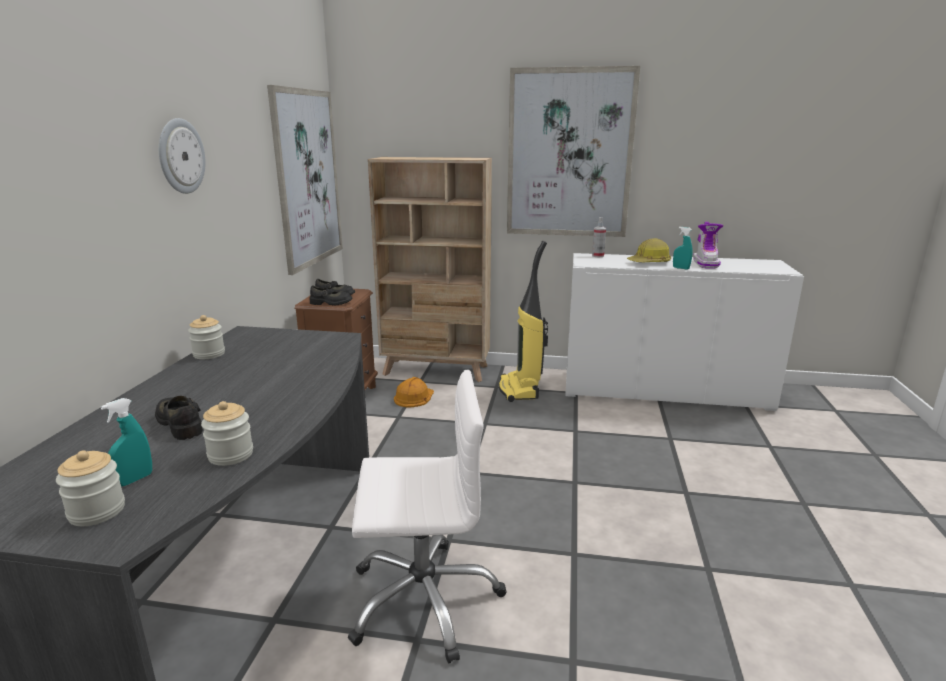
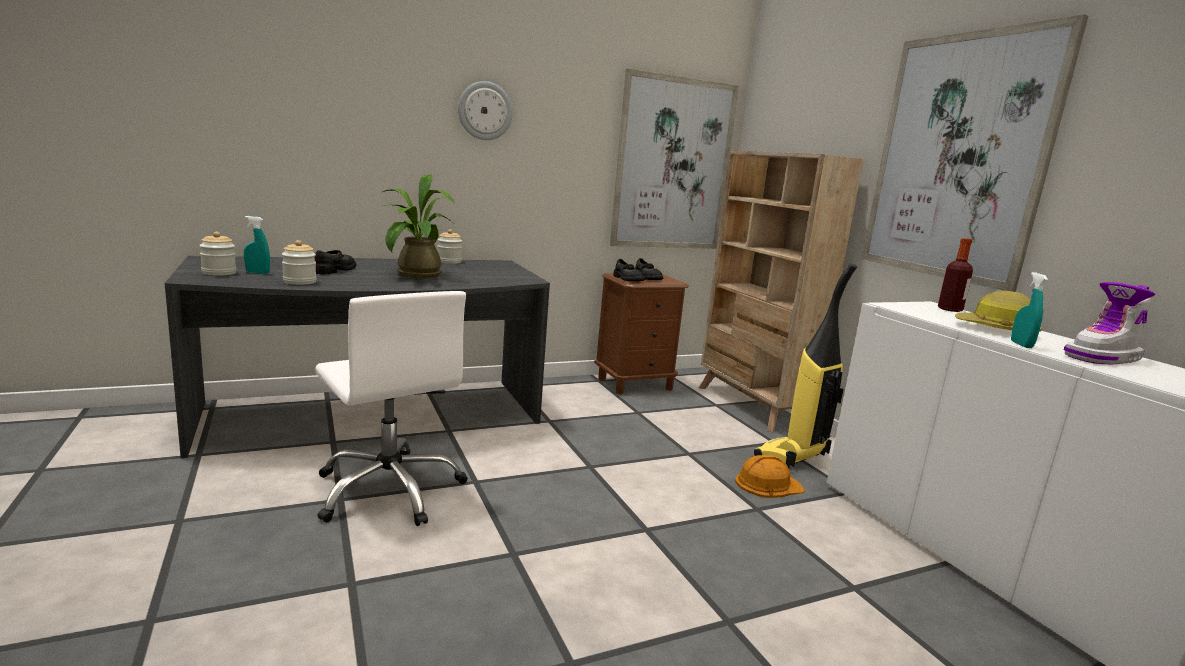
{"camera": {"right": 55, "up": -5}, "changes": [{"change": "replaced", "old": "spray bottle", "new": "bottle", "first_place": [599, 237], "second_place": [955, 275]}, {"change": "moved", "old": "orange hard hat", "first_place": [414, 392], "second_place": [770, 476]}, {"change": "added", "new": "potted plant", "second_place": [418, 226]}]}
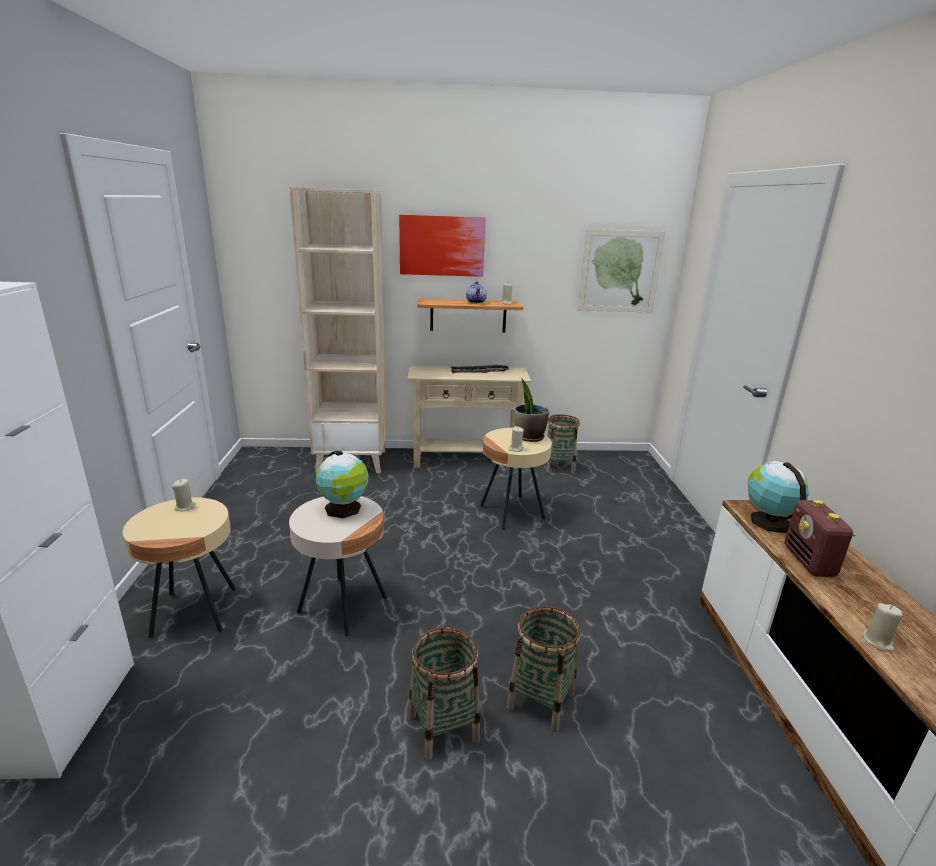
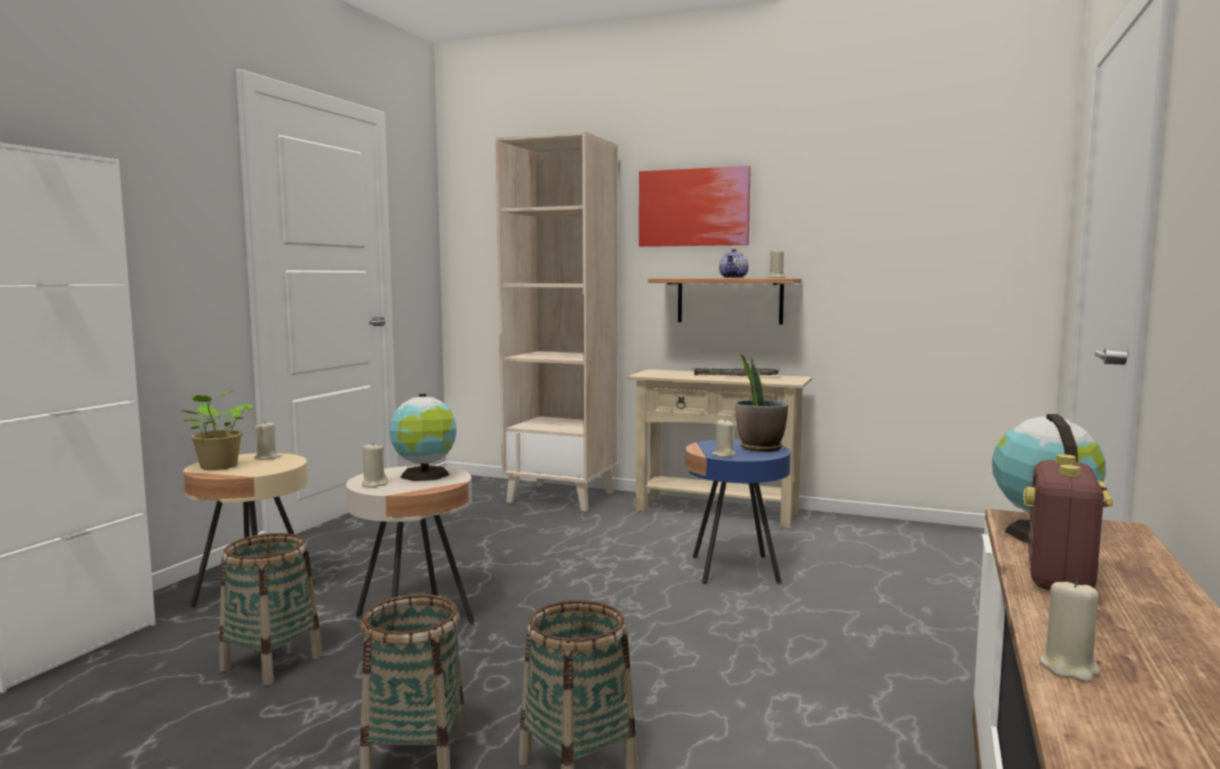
{"camera": {"right": 25, "up": -15}, "changes": [{"change": "removed", "old": "picture", "first_place": [621, 271]}, {"change": "moved", "old": "basket", "first_place": [563, 444], "second_place": [271, 609]}, {"change": "recoloured", "old": "beige side table", "new": "blue side table", "first_place": [516, 478], "second_place": [738, 511]}, {"change": "added", "new": "potted plant", "second_place": [217, 430]}, {"change": "added", "new": "beige candle", "second_place": [375, 465]}]}
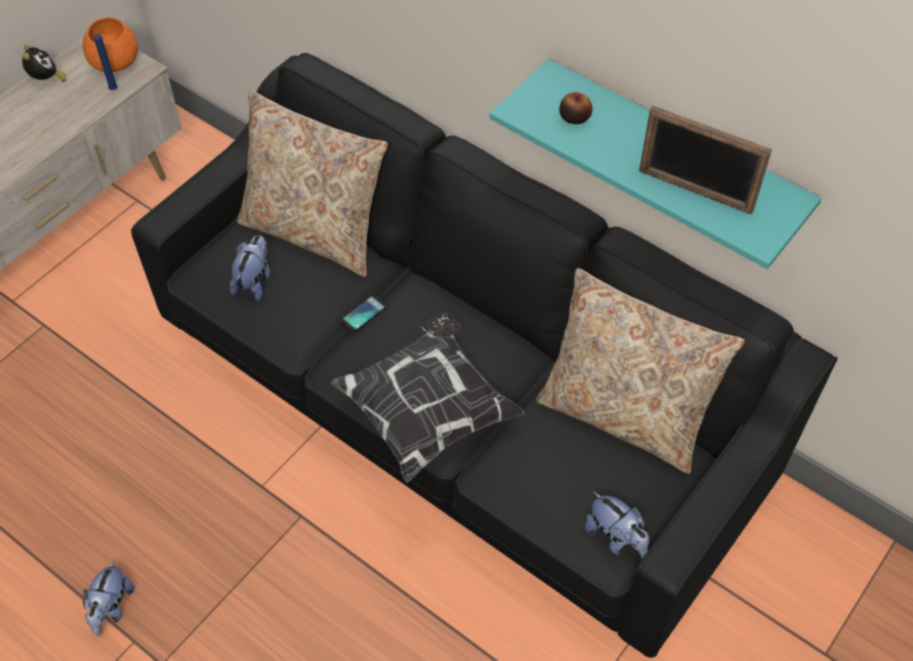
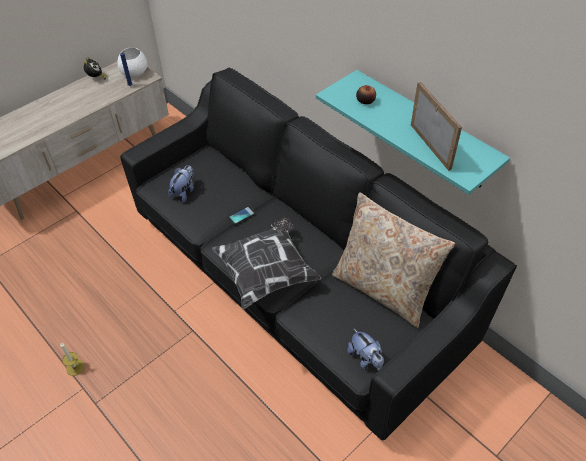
{"camera": {"right": 10, "up": -5}, "changes": [{"change": "recoloured", "old": "orange bowl", "new": "white bowl", "first_place": [110, 44], "second_place": [132, 62]}, {"change": "removed", "old": "beige pillow", "first_place": [312, 183]}, {"change": "turned", "old": "picture frame", "first_place": [705, 159], "second_place": [436, 126], "degrees": -150}, {"change": "replaced", "old": "plush toy", "new": "candle", "first_place": [108, 598], "second_place": [72, 359]}]}
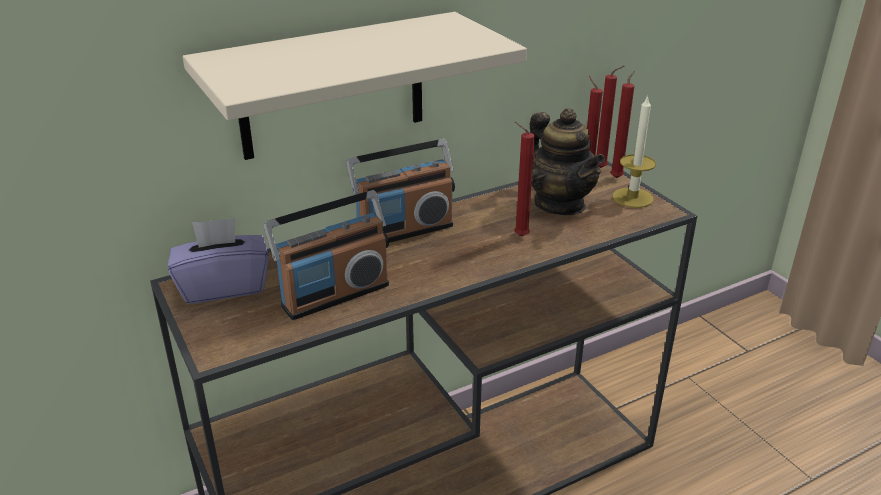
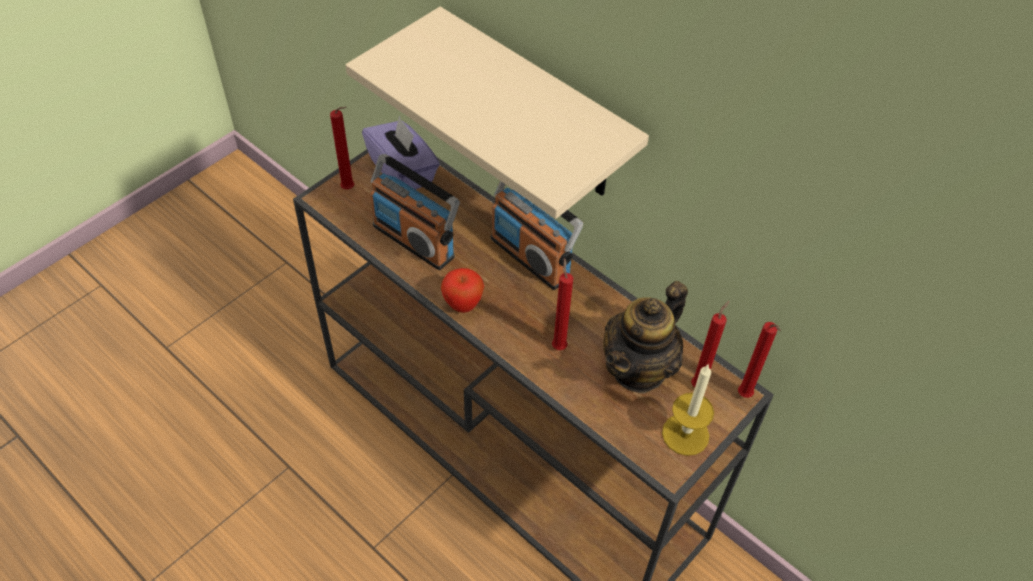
{"camera": {"right": 70, "up": 20}, "changes": [{"change": "moved", "old": "red candle", "first_place": [622, 124], "second_place": [342, 148]}, {"change": "added", "new": "apple", "second_place": [462, 290]}]}
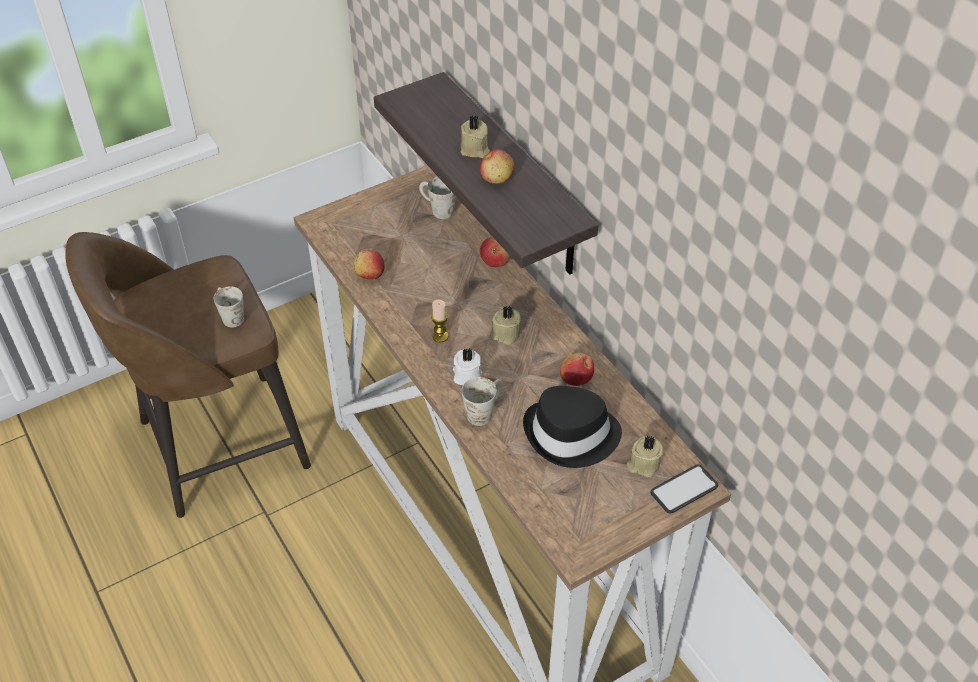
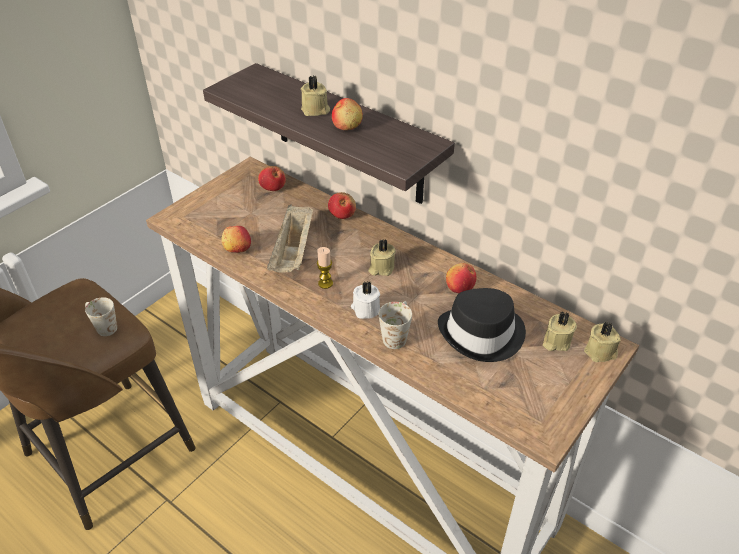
{"camera": {"right": -20, "up": -5}, "changes": [{"change": "replaced", "old": "white mug", "new": "apple", "first_place": [437, 198], "second_place": [272, 178]}, {"change": "replaced", "old": "phone", "new": "beige candle", "first_place": [684, 488], "second_place": [602, 341]}, {"change": "added", "new": "beige tray", "second_place": [290, 238]}]}
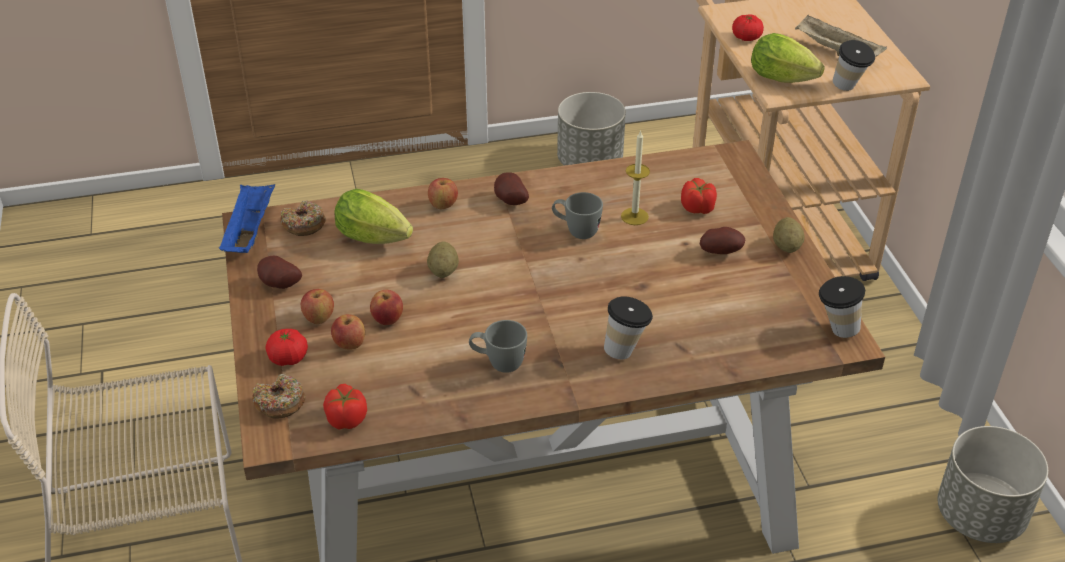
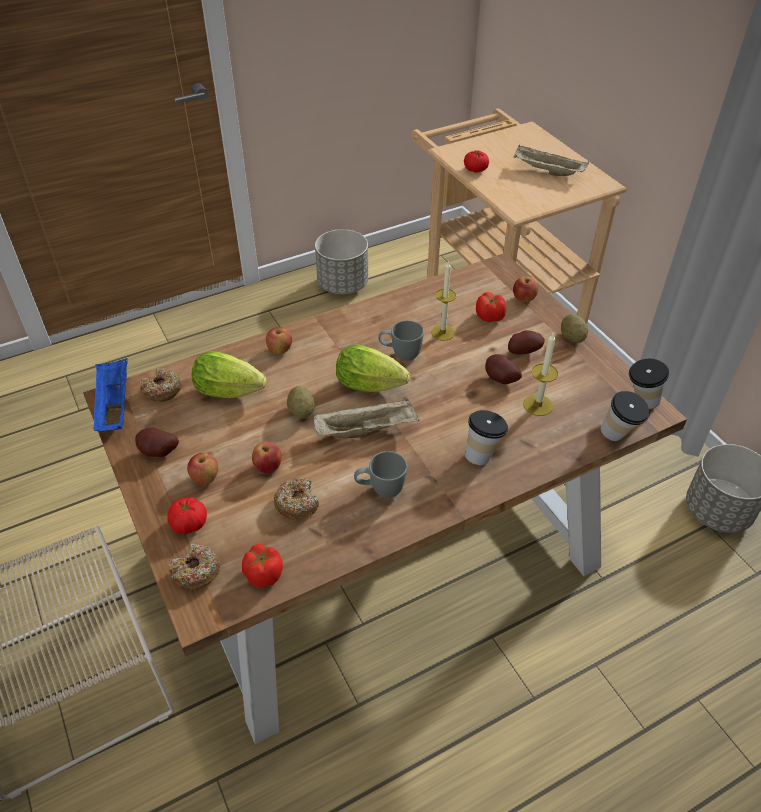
{"camera": {"right": -15, "up": 5}, "changes": [{"change": "moved", "old": "lettuce", "first_place": [788, 58], "second_place": [373, 368]}, {"change": "moved", "old": "cup", "first_place": [854, 65], "second_place": [625, 416]}, {"change": "moved", "old": "potato", "first_place": [511, 188], "second_place": [503, 369]}, {"change": "moved", "old": "apple", "first_place": [348, 332], "second_place": [525, 289]}, {"change": "added", "new": "candle", "second_place": [540, 374]}, {"change": "added", "new": "beige tray", "second_place": [366, 417]}, {"change": "added", "new": "donut", "second_place": [296, 499]}]}
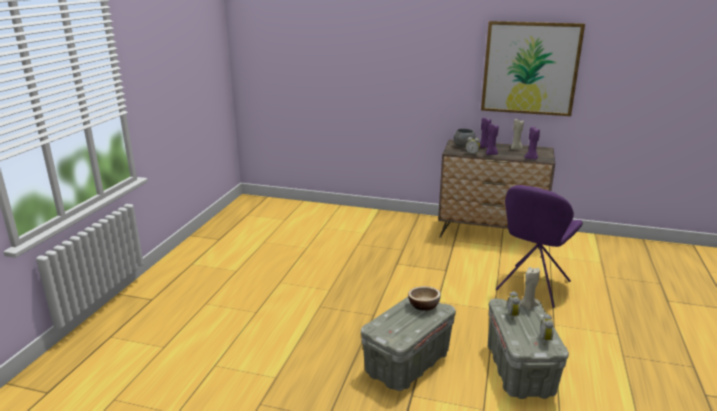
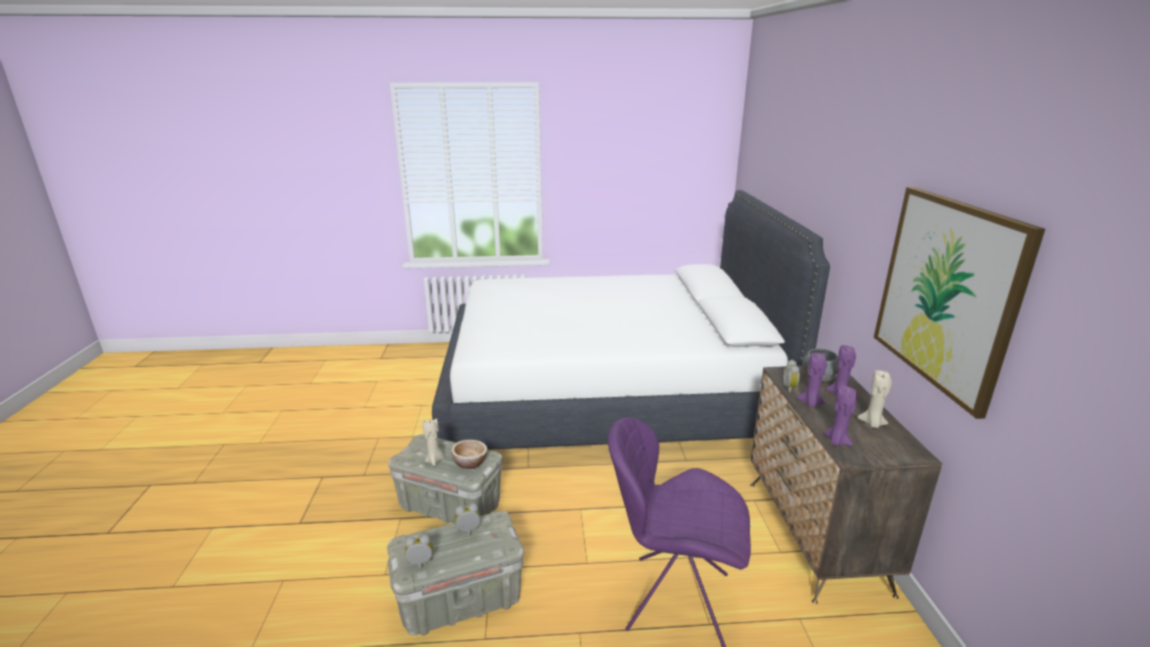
{"camera": {"right": 70, "up": 0}, "changes": [{"change": "moved", "old": "beige candle", "first_place": [530, 288], "second_place": [433, 442]}, {"change": "added", "new": "white bed", "second_place": [631, 320]}]}
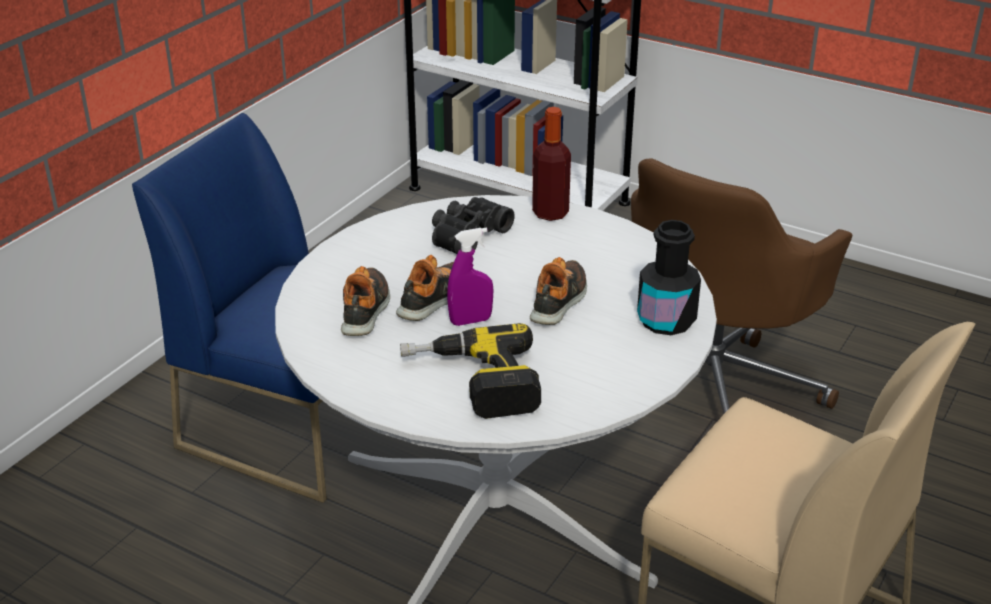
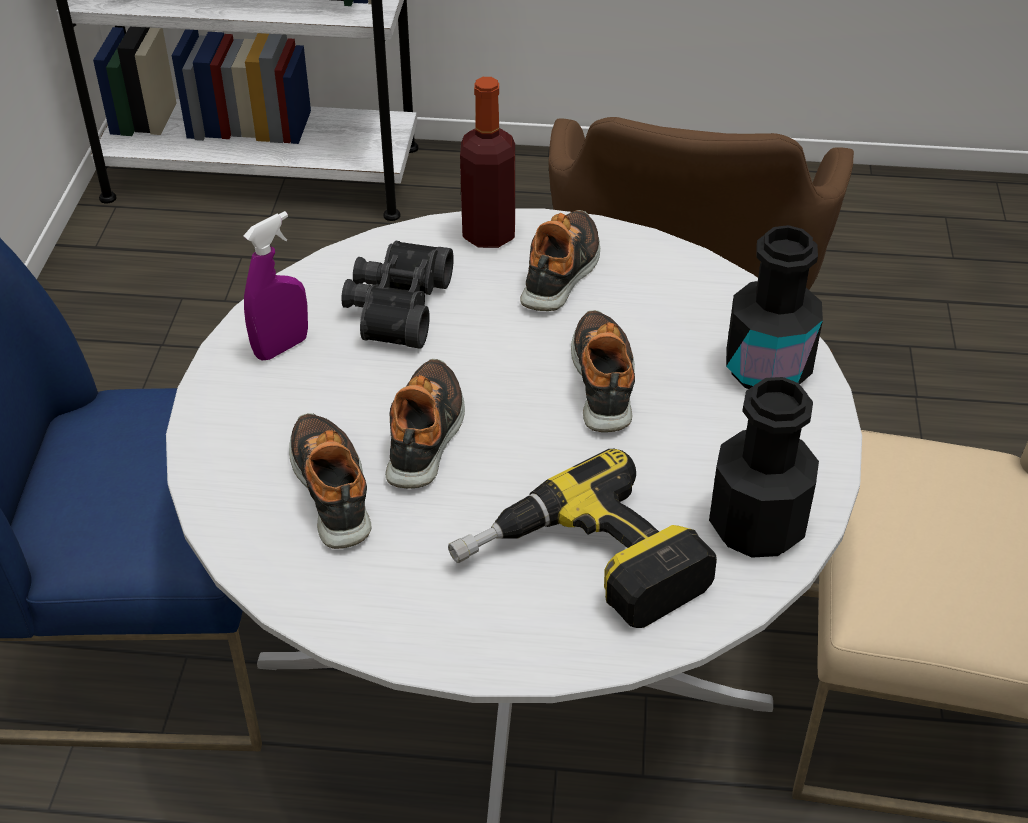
{"camera": {"right": -25, "up": 10}, "changes": [{"change": "moved", "old": "purple spray bottle", "first_place": [470, 277], "second_place": [275, 286]}, {"change": "added", "new": "shoe", "second_place": [560, 260]}, {"change": "added", "new": "black bottle", "second_place": [764, 467]}]}
